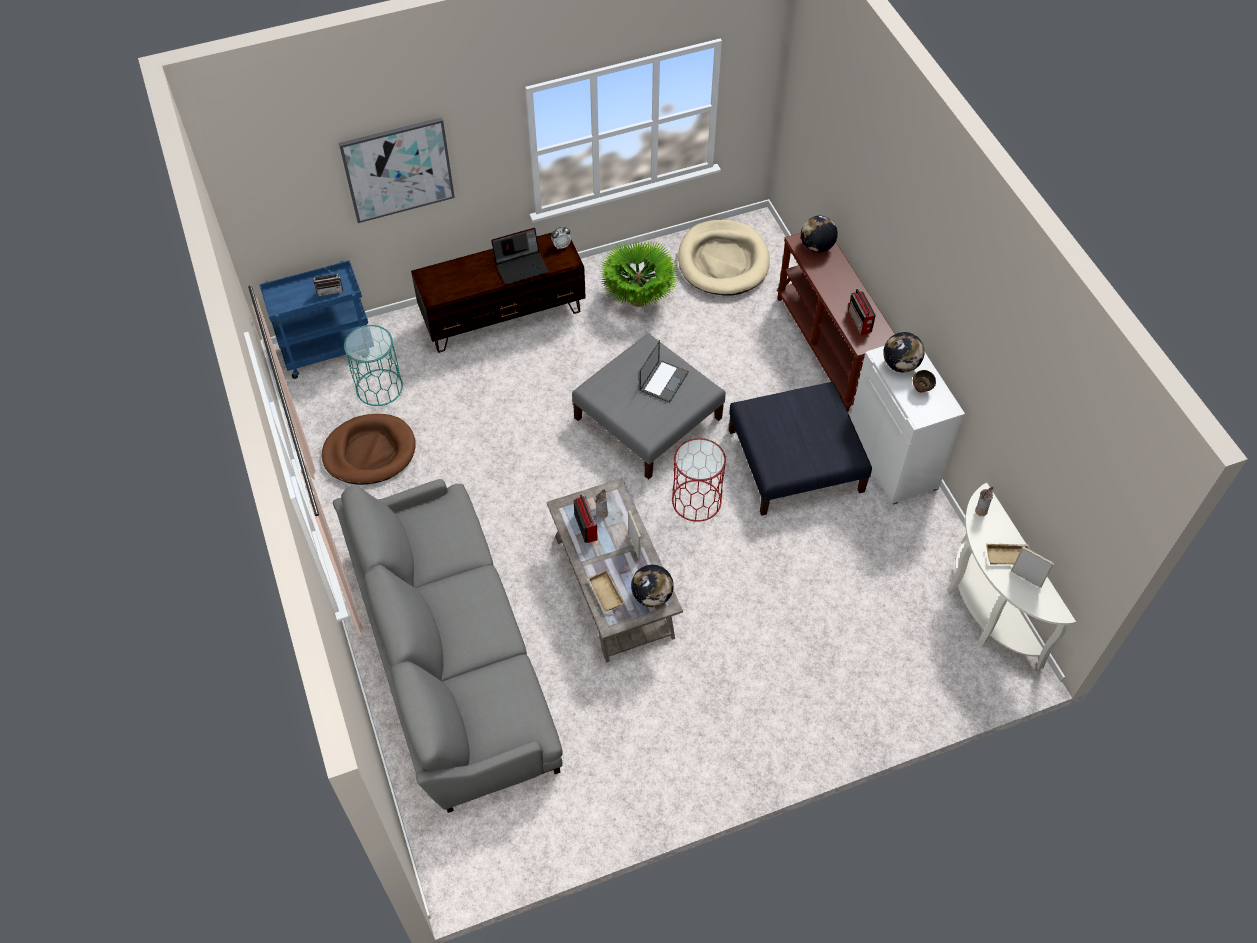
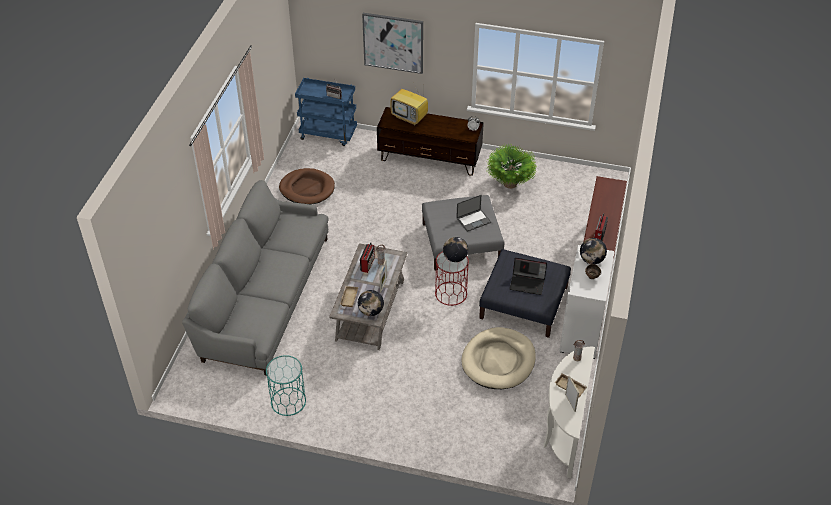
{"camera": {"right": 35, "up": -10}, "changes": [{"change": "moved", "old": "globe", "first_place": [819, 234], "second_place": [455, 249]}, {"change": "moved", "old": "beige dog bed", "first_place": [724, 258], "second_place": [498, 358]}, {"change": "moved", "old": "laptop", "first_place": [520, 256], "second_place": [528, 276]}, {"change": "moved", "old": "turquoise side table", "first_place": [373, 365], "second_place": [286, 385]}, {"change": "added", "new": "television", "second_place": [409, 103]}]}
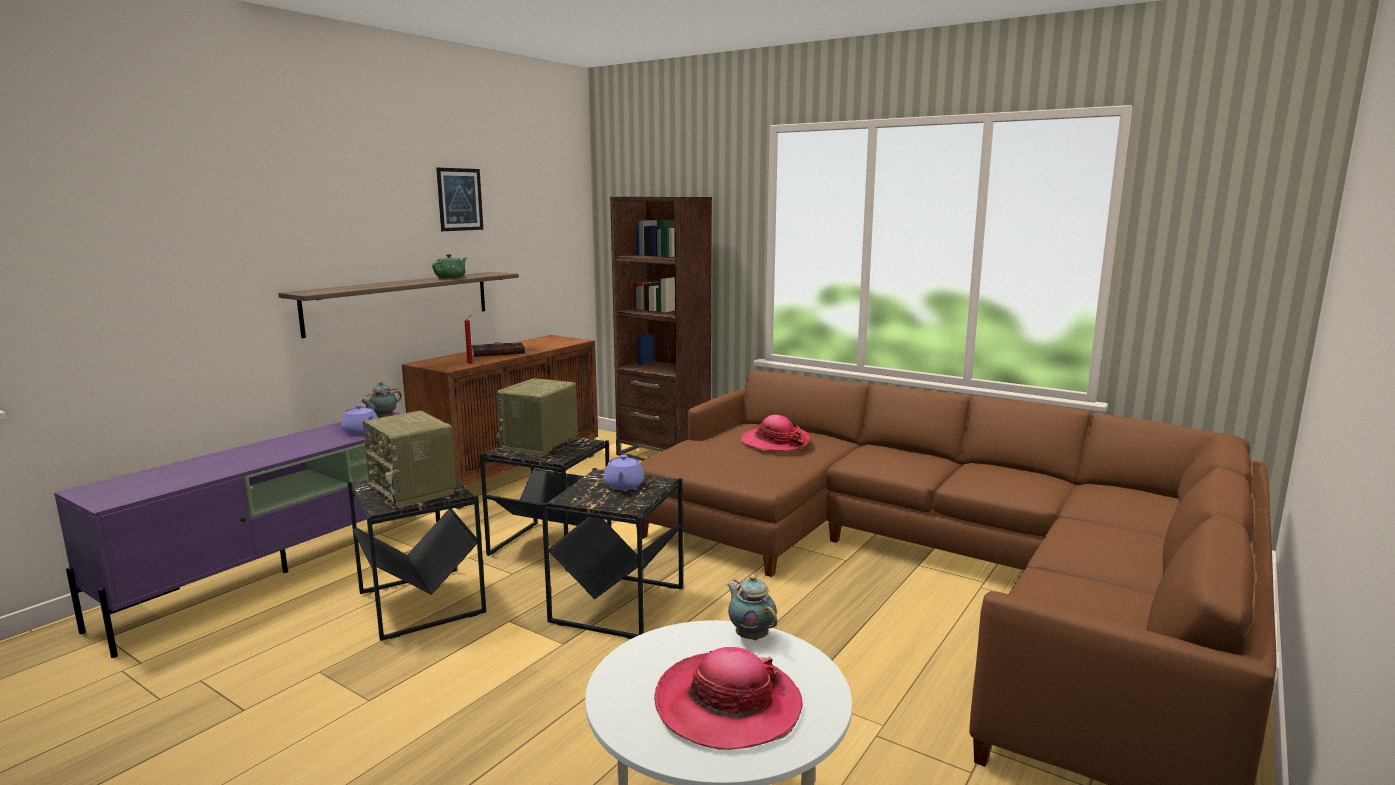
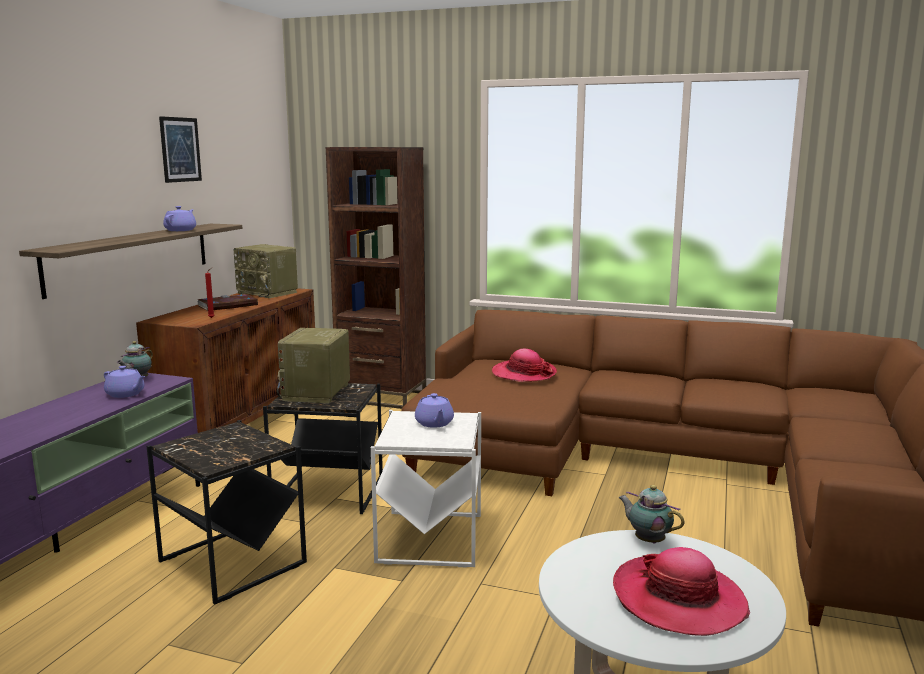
{"camera": {"right": -15, "up": 0}, "changes": [{"change": "recoloured", "old": "green teapot", "new": "purple teapot", "first_place": [449, 266], "second_place": [179, 218]}, {"change": "moved", "old": "radio", "first_place": [409, 459], "second_place": [265, 271]}, {"change": "recoloured", "old": "black side table", "new": "white side table", "first_place": [612, 553], "second_place": [426, 488]}]}
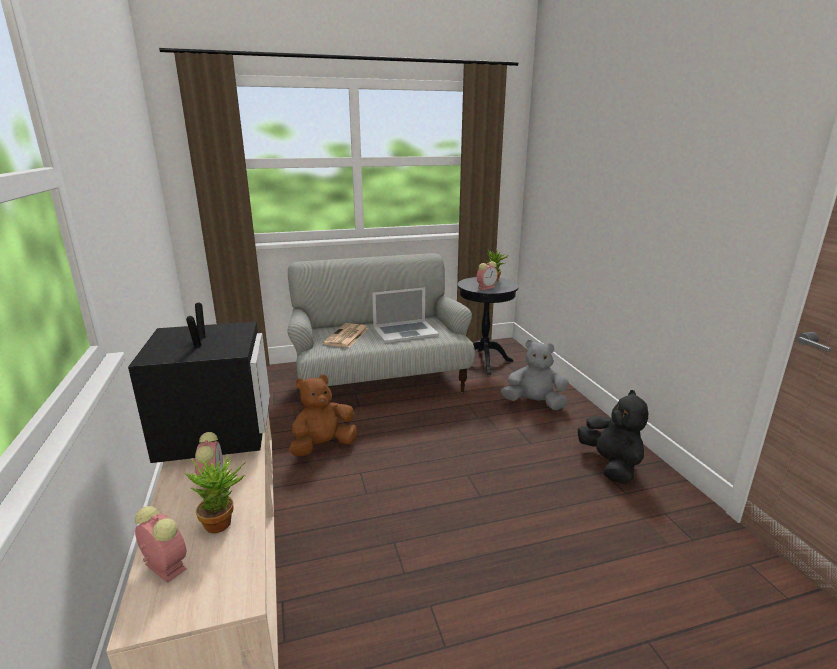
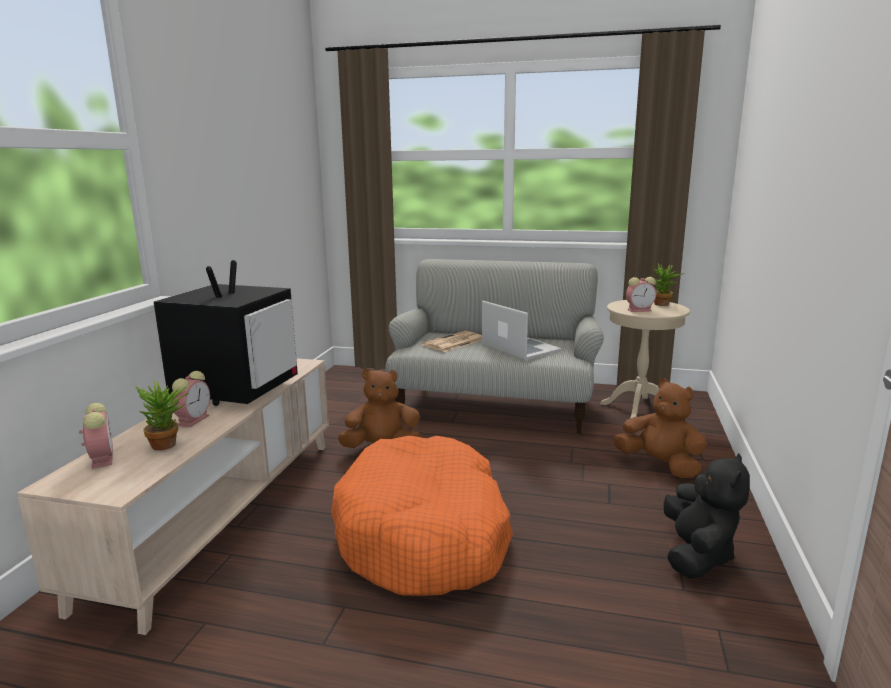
{"camera": {"right": 30, "up": -5}, "changes": [{"change": "recoloured", "old": "black side table", "new": "beige side table", "first_place": [488, 326], "second_place": [645, 359]}, {"change": "turned", "old": "laptop", "first_place": [405, 315], "second_place": [522, 330], "degrees": -135}, {"change": "recoloured", "old": "grey plush toy", "new": "brown plush toy", "first_place": [535, 375], "second_place": [660, 428]}, {"change": "added", "new": "orange dog bed", "second_place": [422, 516]}]}
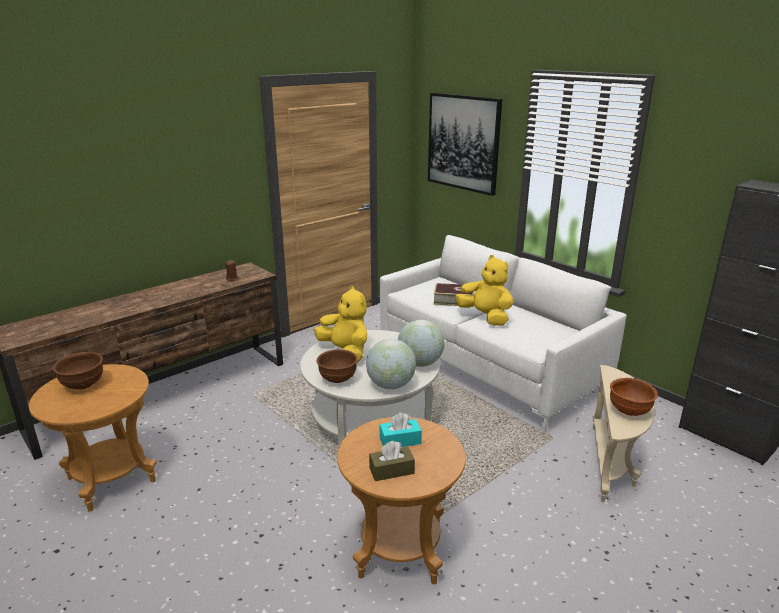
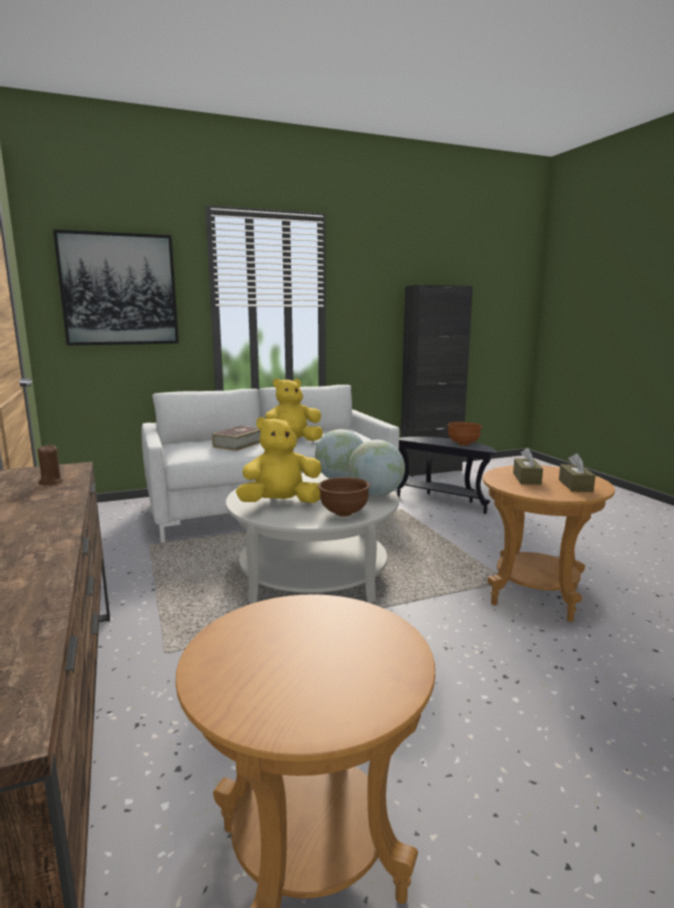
{"camera": {"right": -70, "up": -10}, "changes": [{"change": "removed", "old": "brown bowl", "first_place": [78, 370]}, {"change": "recoloured", "old": "beige side table", "new": "black side table", "first_place": [624, 433], "second_place": [447, 475]}, {"change": "recoloured", "old": "turquoise tissue box", "new": "brown tissue box", "first_place": [401, 429], "second_place": [528, 466]}]}
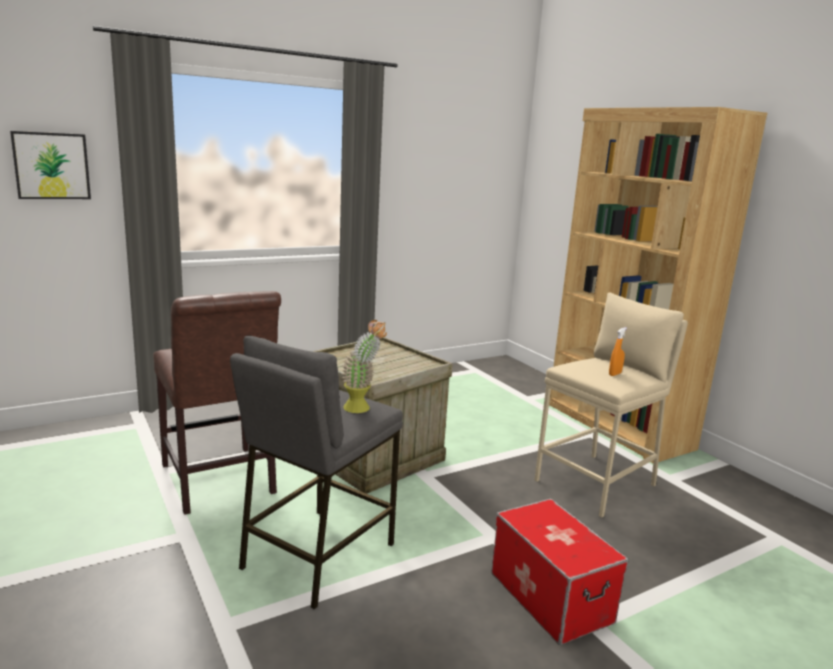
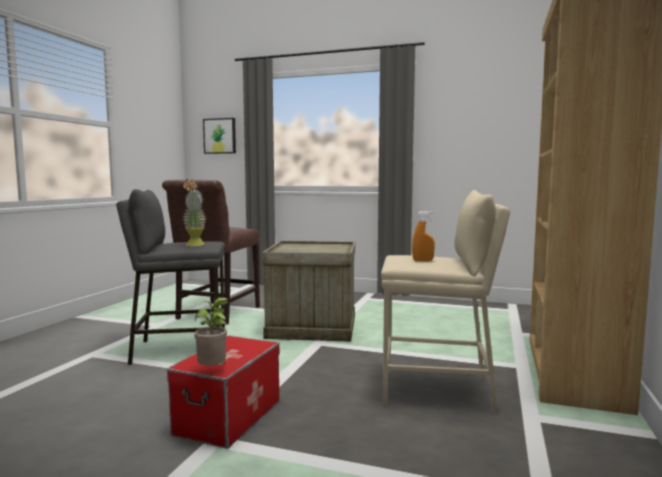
{"camera": {"right": 50, "up": -10}, "changes": [{"change": "added", "new": "potted plant", "second_place": [211, 331]}]}
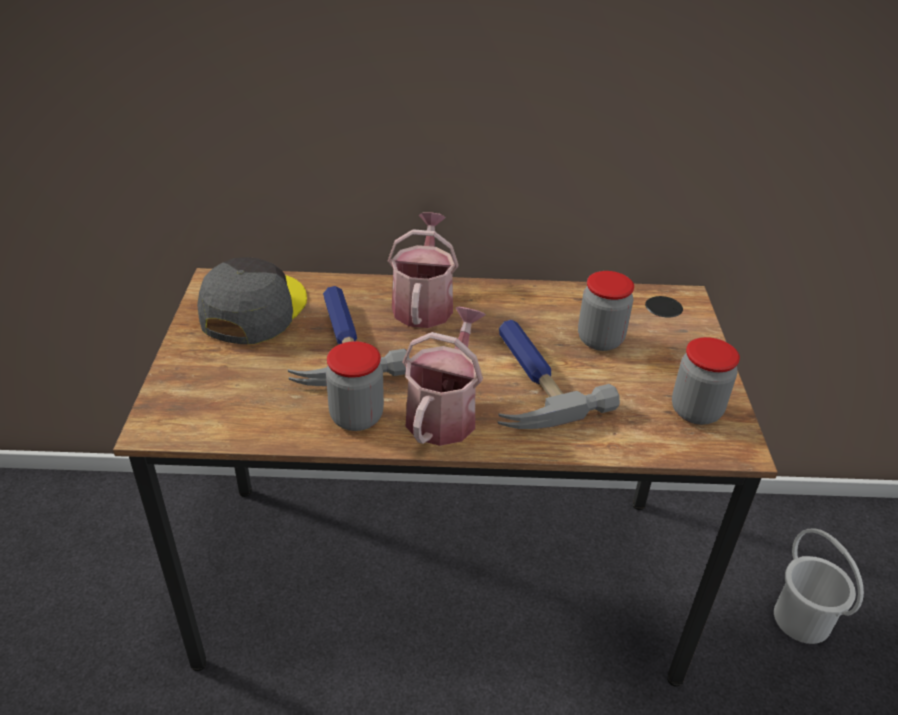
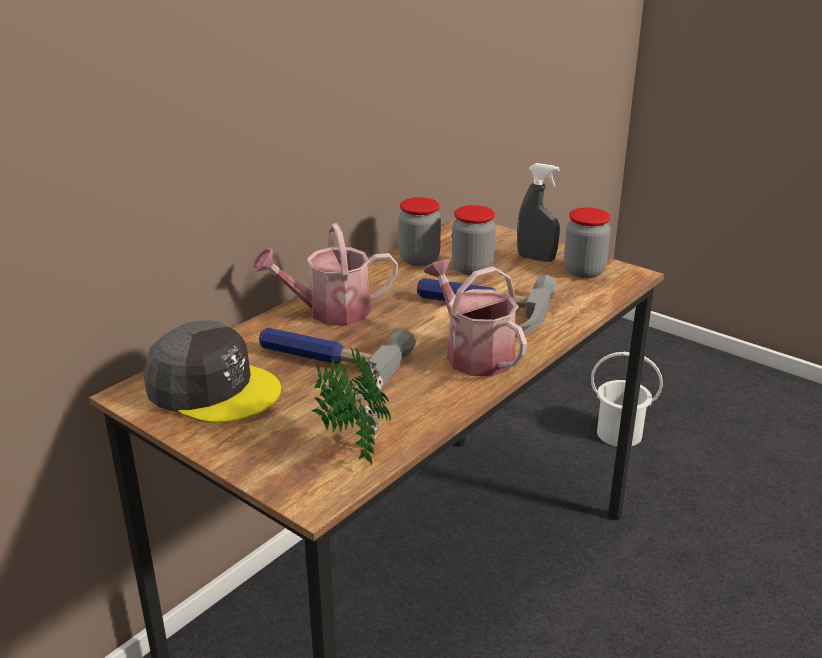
{"camera": {"right": -50, "up": -10}, "changes": [{"change": "turned", "old": "watering can", "first_place": [423, 270], "second_place": [325, 274], "degrees": -60}, {"change": "turned", "old": "grey cap", "first_place": [252, 301], "second_place": [212, 371], "degrees": 150}, {"change": "moved", "old": "jar", "first_place": [355, 386], "second_place": [419, 231]}, {"change": "added", "new": "grey spray bottle", "second_place": [538, 212]}, {"change": "added", "new": "potted plant", "second_place": [351, 406]}]}
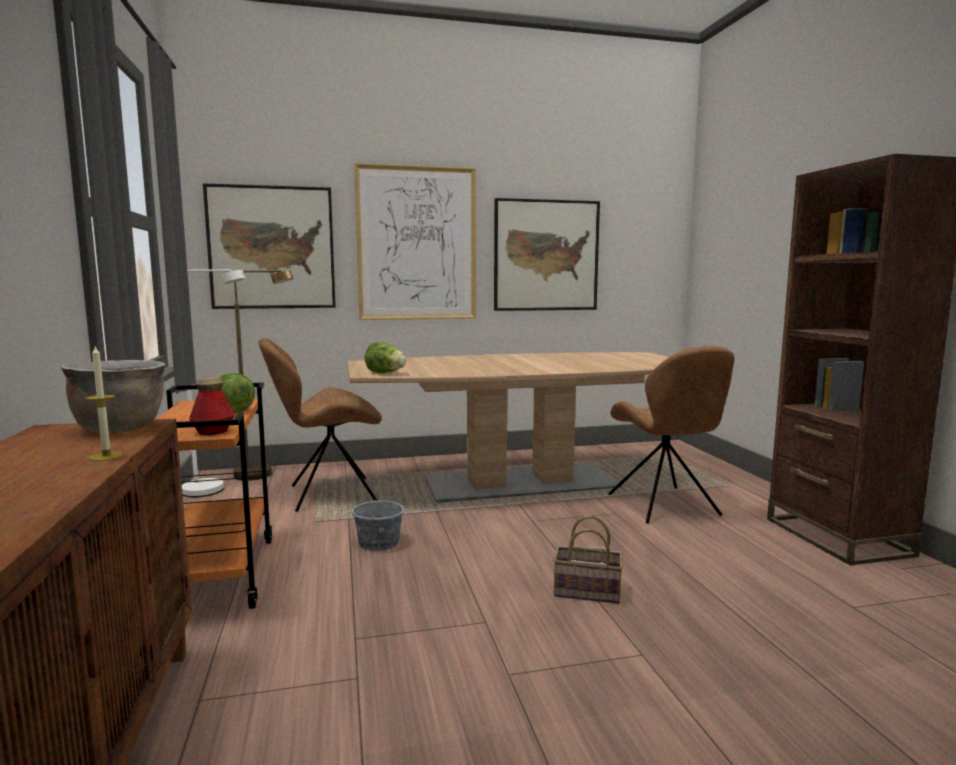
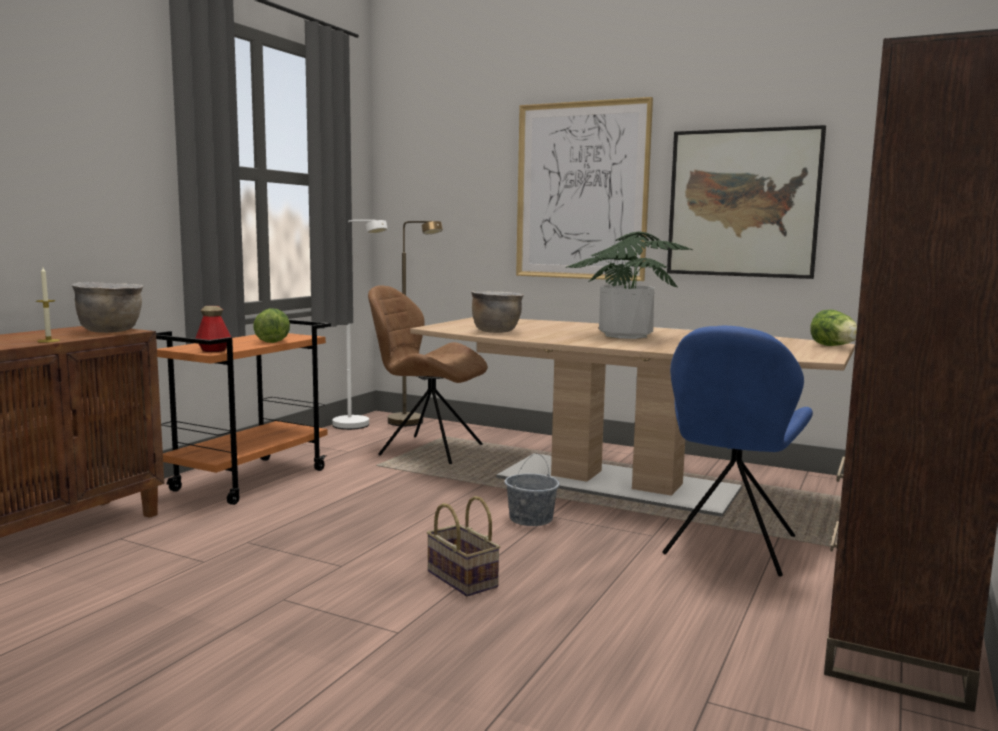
{"camera": {"right": 40, "up": 0}, "changes": [{"change": "removed", "old": "picture", "first_place": [269, 246]}, {"change": "moved", "old": "lettuce", "first_place": [386, 358], "second_place": [833, 328]}, {"change": "recoloured", "old": "brown chair", "new": "blue chair", "first_place": [671, 435], "second_place": [737, 451]}, {"change": "moved", "old": "grey bucket", "first_place": [378, 517], "second_place": [532, 489]}, {"change": "added", "new": "potted plant", "second_place": [629, 285]}, {"change": "added", "new": "brown cooking pot", "second_place": [497, 312]}]}
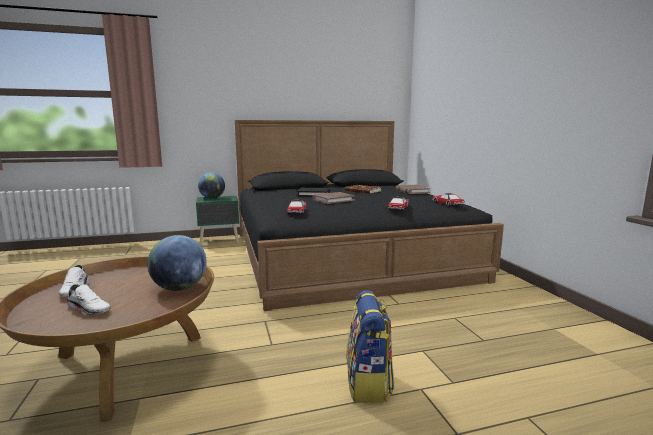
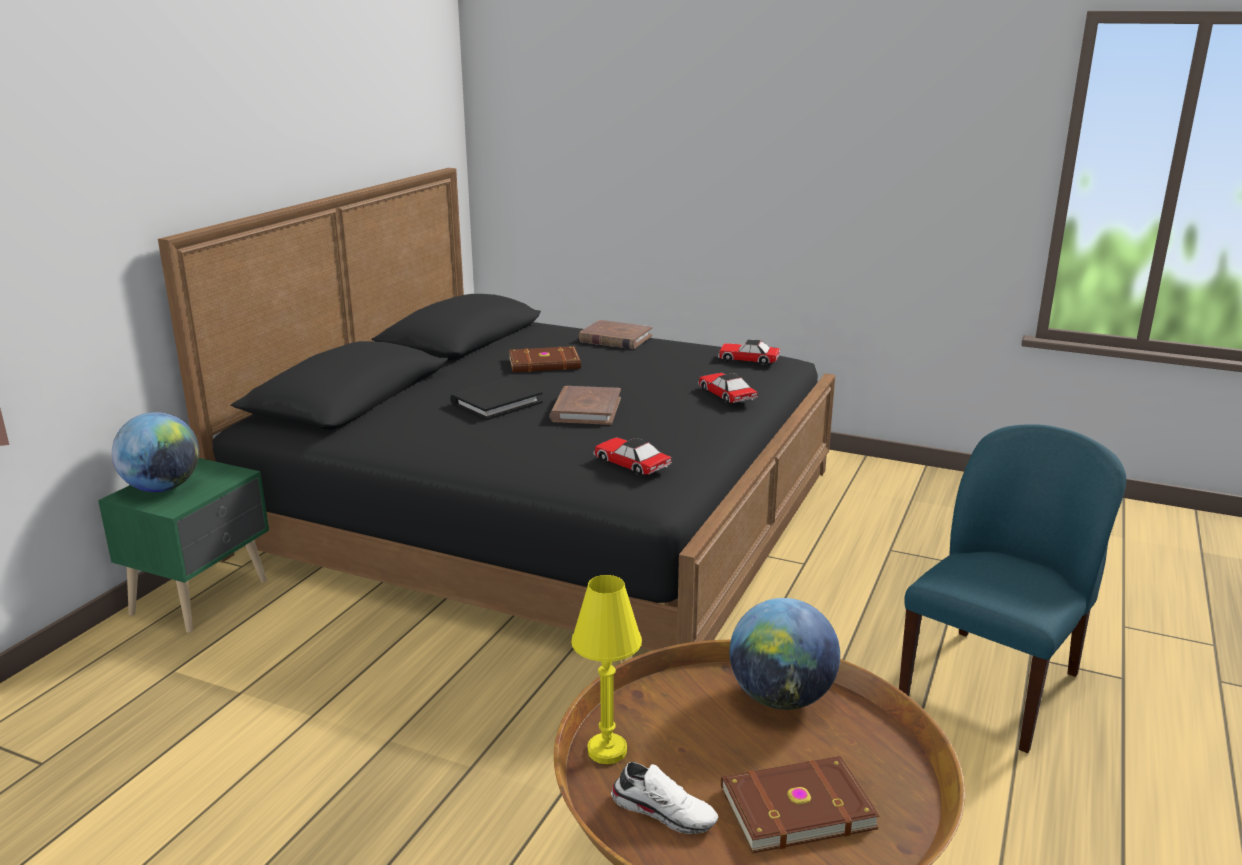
{"camera": {"right": -50, "up": 10}, "changes": [{"change": "replaced", "old": "white shoe", "new": "brown book", "first_place": [89, 300], "second_place": [800, 805]}, {"change": "replaced", "old": "backpack", "new": "blue chair", "first_place": [370, 346], "second_place": [1012, 588]}, {"change": "added", "new": "yellow table lamp", "second_place": [606, 669]}]}
